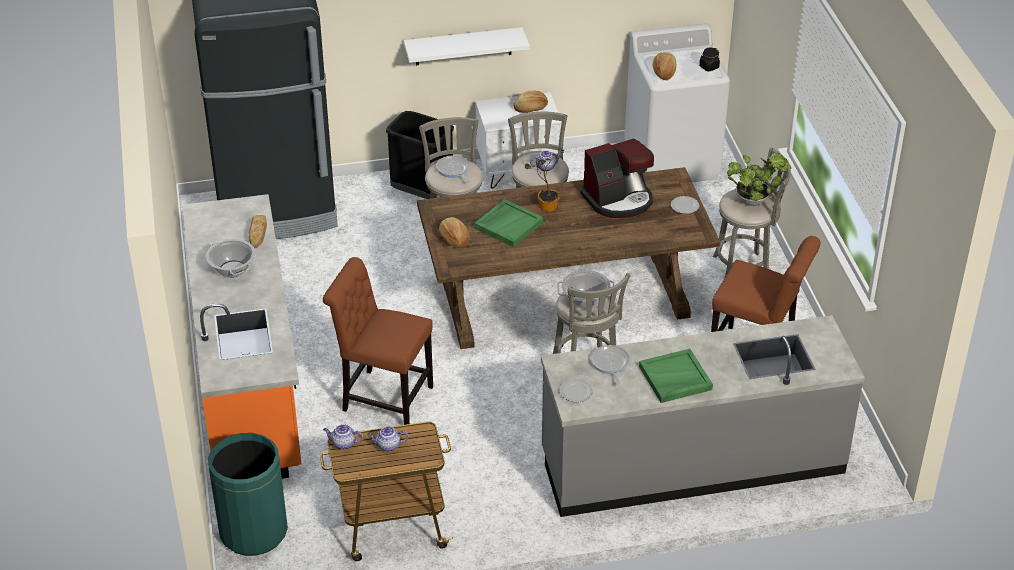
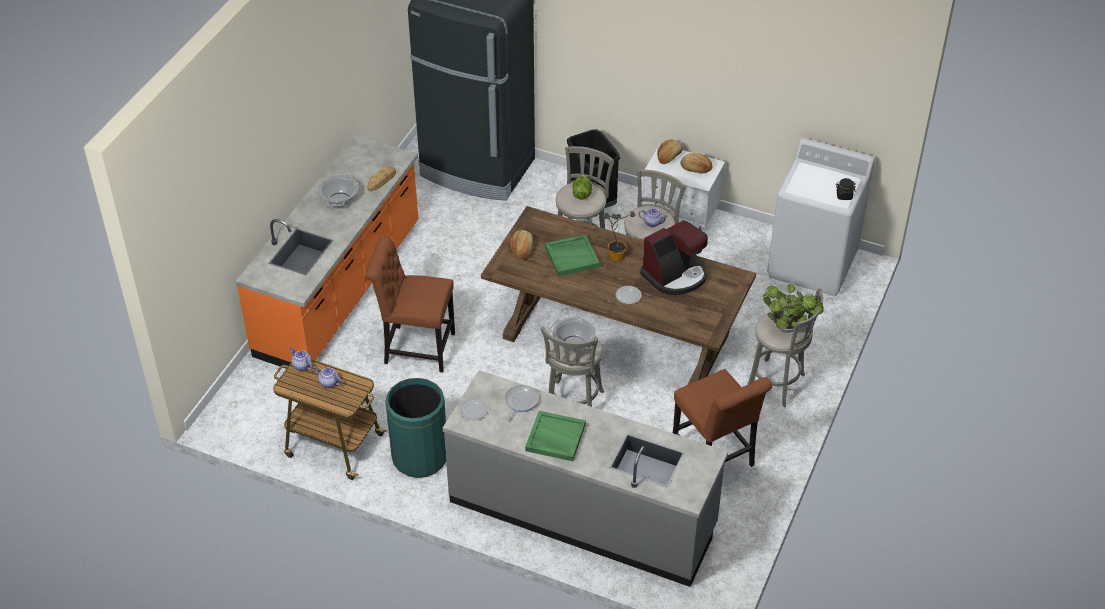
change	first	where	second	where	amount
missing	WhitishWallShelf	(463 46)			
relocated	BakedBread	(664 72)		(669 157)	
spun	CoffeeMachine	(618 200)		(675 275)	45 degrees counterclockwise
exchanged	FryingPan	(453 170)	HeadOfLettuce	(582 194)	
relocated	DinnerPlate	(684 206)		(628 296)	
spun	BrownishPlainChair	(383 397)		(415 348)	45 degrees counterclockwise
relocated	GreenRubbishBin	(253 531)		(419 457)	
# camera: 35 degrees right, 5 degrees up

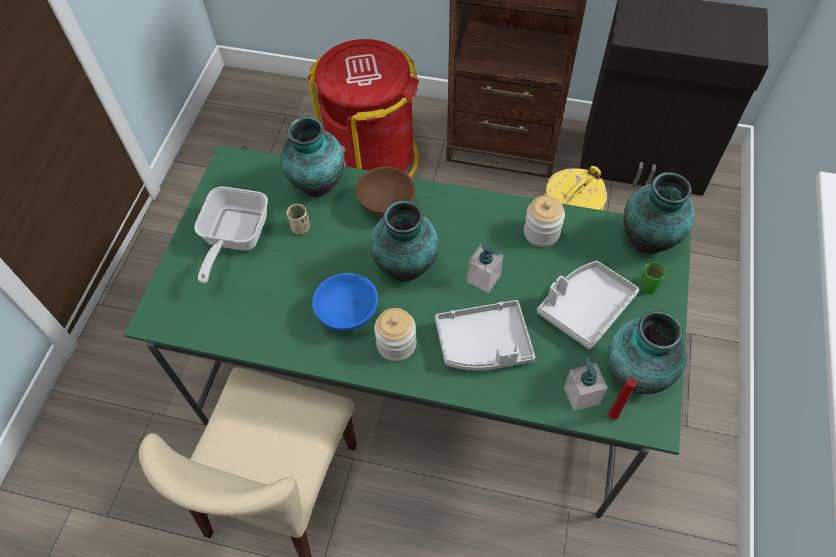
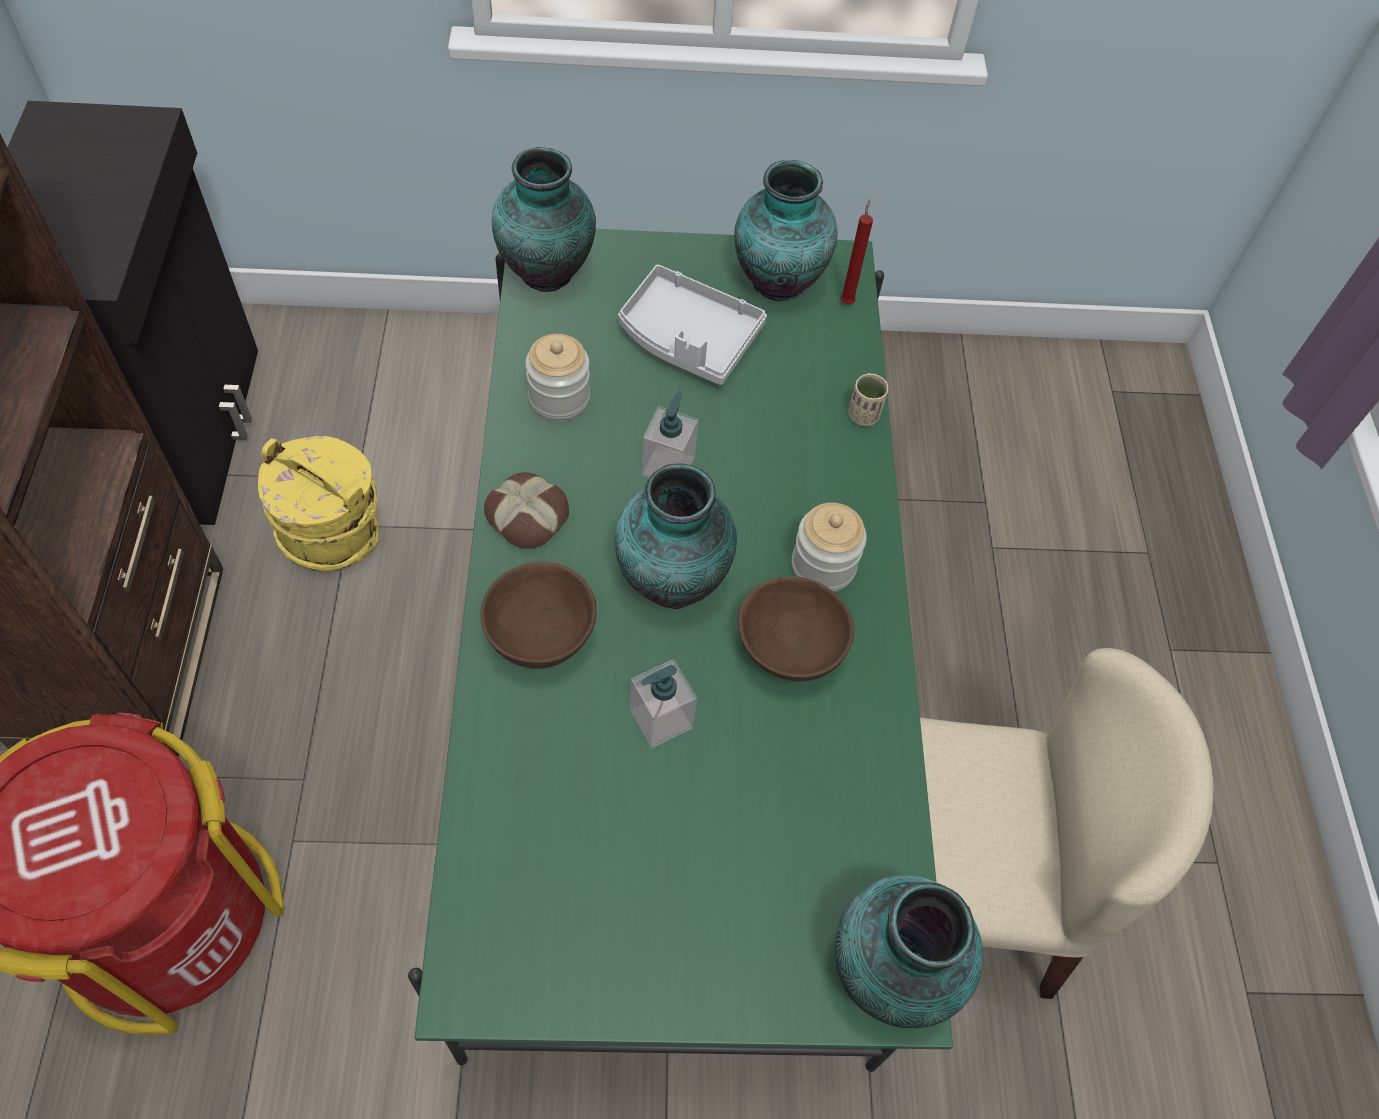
change	first	where	second	where	amount
relocated	DecorativeVase	(317 185)		(893 973)	
missing	FryingPan	(233 239)			
relocated	BeigeColouredSmallCup	(300 228)		(863 416)	
missing	GreenSmallCup	(647 286)			
colour	BlueColouredDeepDish	(347 313)	BrownishDeepDish	(788 650)	
missing	GreyishServingTray	(484 344)			
relocated	SoapBottle	(581 395)		(660 719)	
appeared			BakedBread	(528 515)	
# camera: 110 degrees left, 0 degrees up

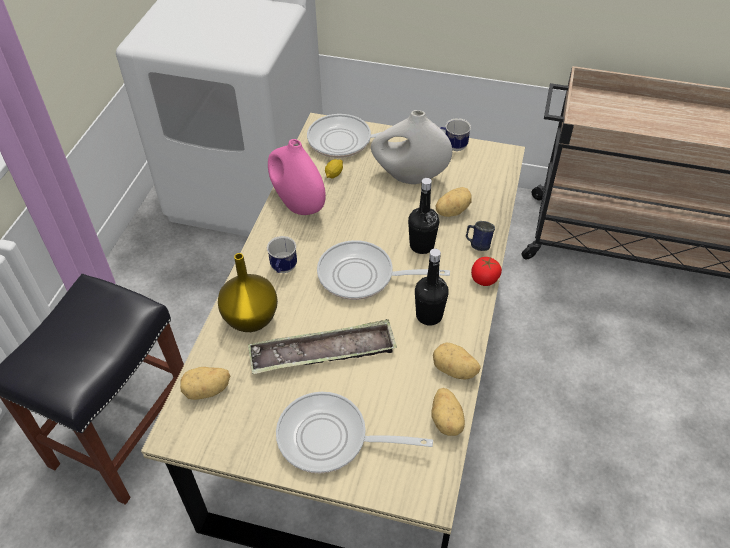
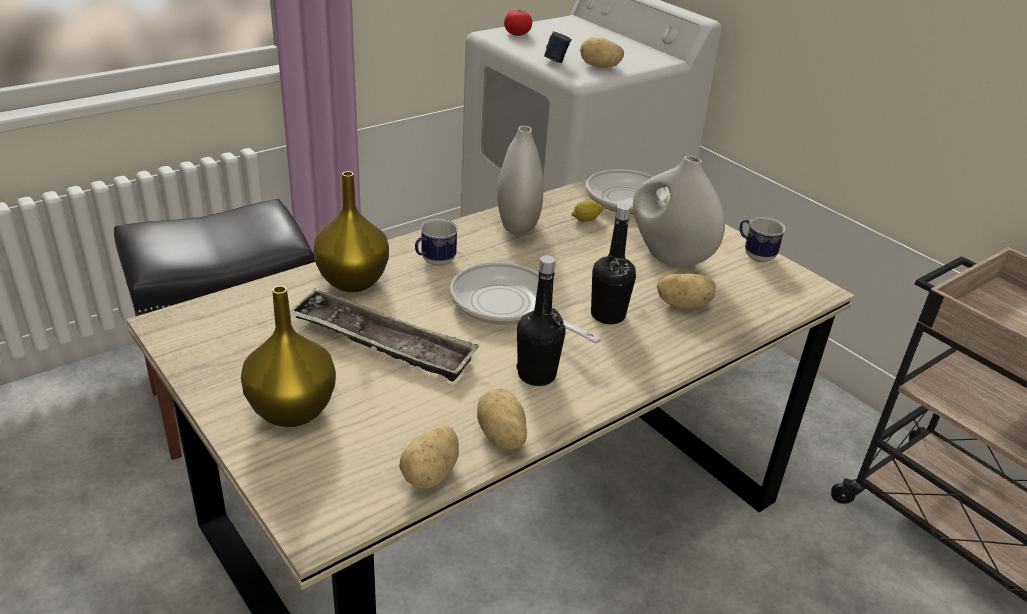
change	first	where	second	where	amount
colour	PinkColouredDecorativeVase	(298 204)	WhitishDecorativeVase	(517 224)	
relocated	BlueColouredTeaMug	(477 244)		(554 60)	
relocated	Tomato	(484 279)		(517 34)	
relocated	Spud	(207 391)		(599 66)	
exchanged	FryingPan	(330 438)	YellowishDecorativeVase	(292 412)	
# camera: 35 degrees right, 15 degrees down

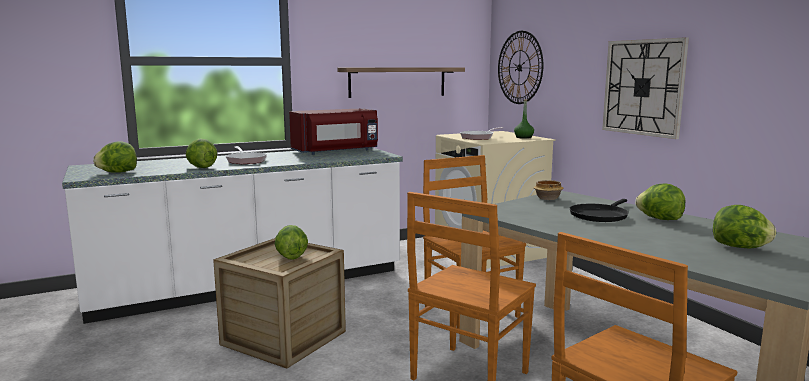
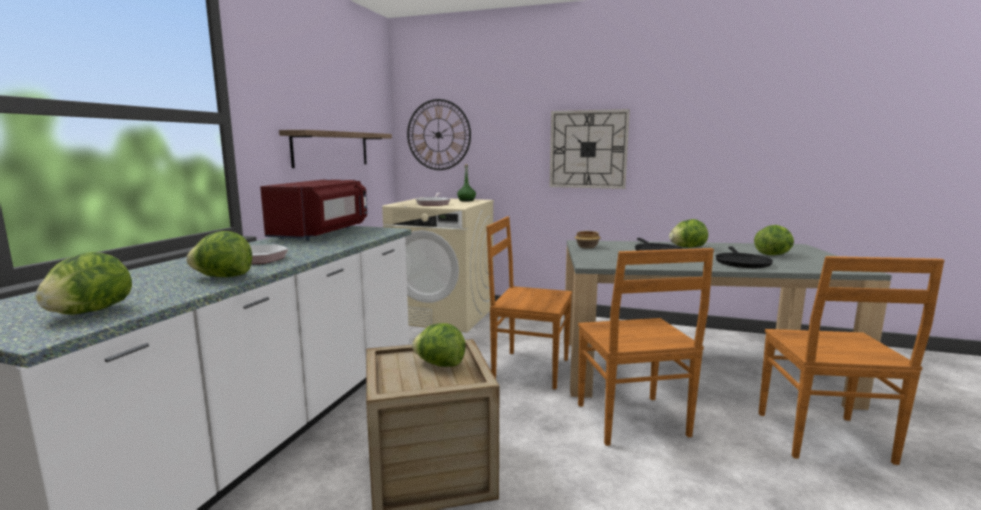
change	first	where	second	where	amount
appeared			BlackishFryingPan	(741 263)	
# camera: 45 degrees left, 0 degrees up

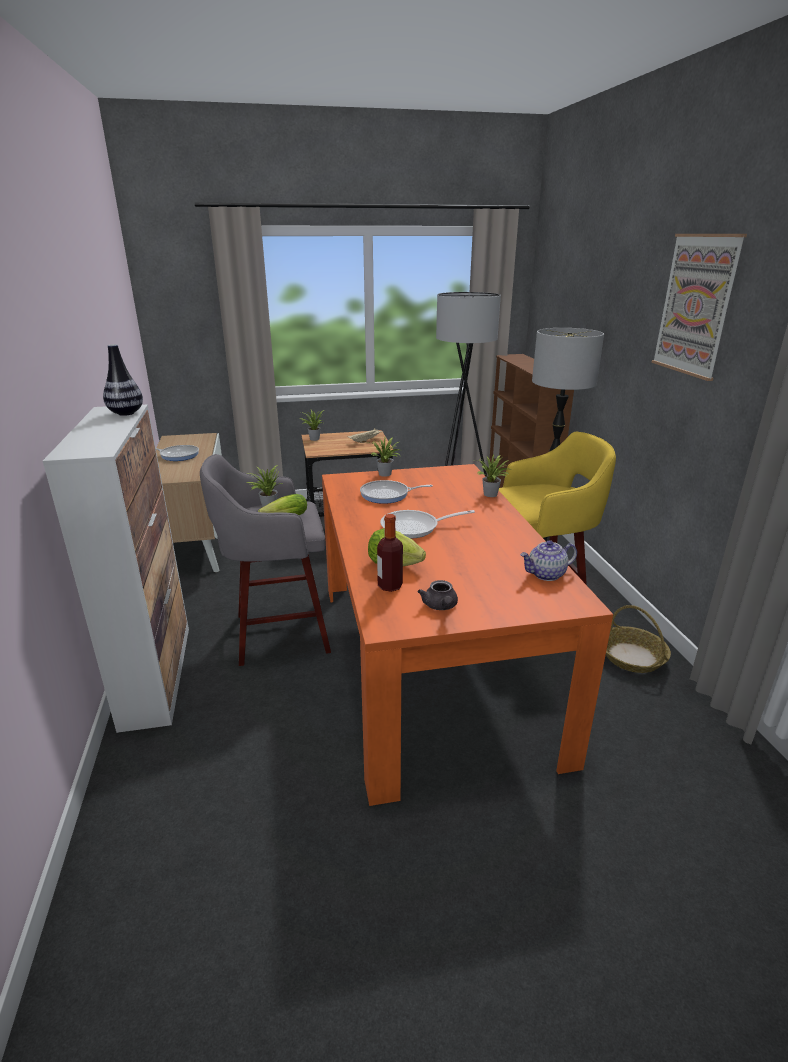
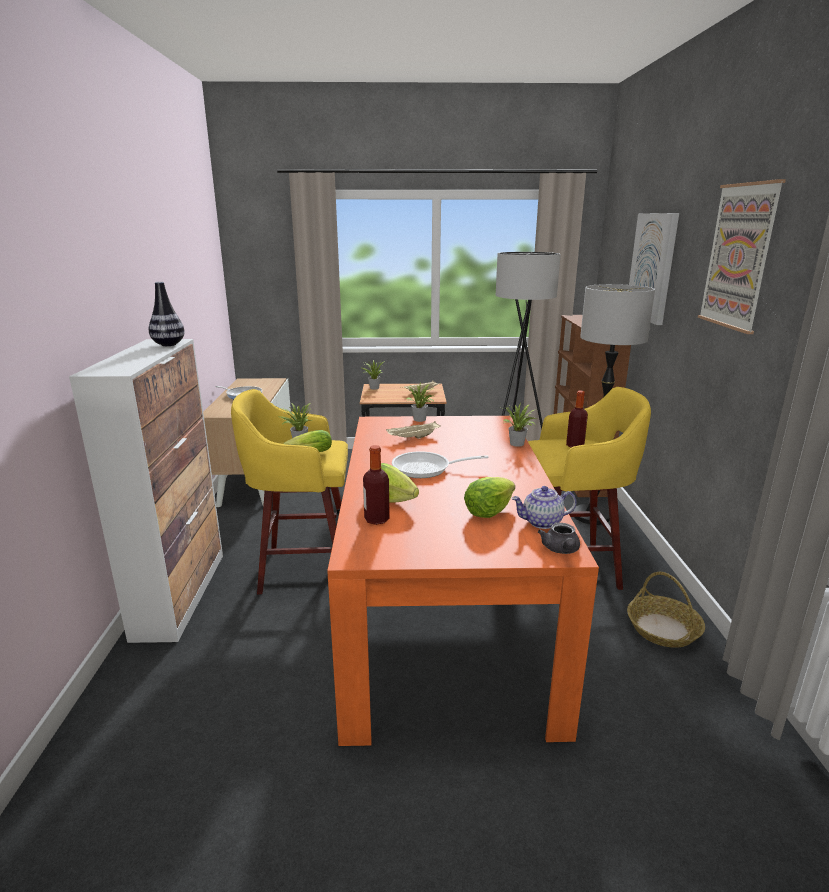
change	first	where	second	where	amount
colour	GreyishStool	(278 633)	YellowishStool	(303 568)	
exchanged	FryingPan	(387 495)	BeigeColouredServingTray	(413 438)	
relocated	GreyishPotForTea	(440 606)		(561 550)	
appeared			Picture	(652 267)	
appeared			BeverageBottle	(575 445)	
appeared			HeadOfLettuce	(488 511)	
# camera: 10 degrees right, 5 degrees down

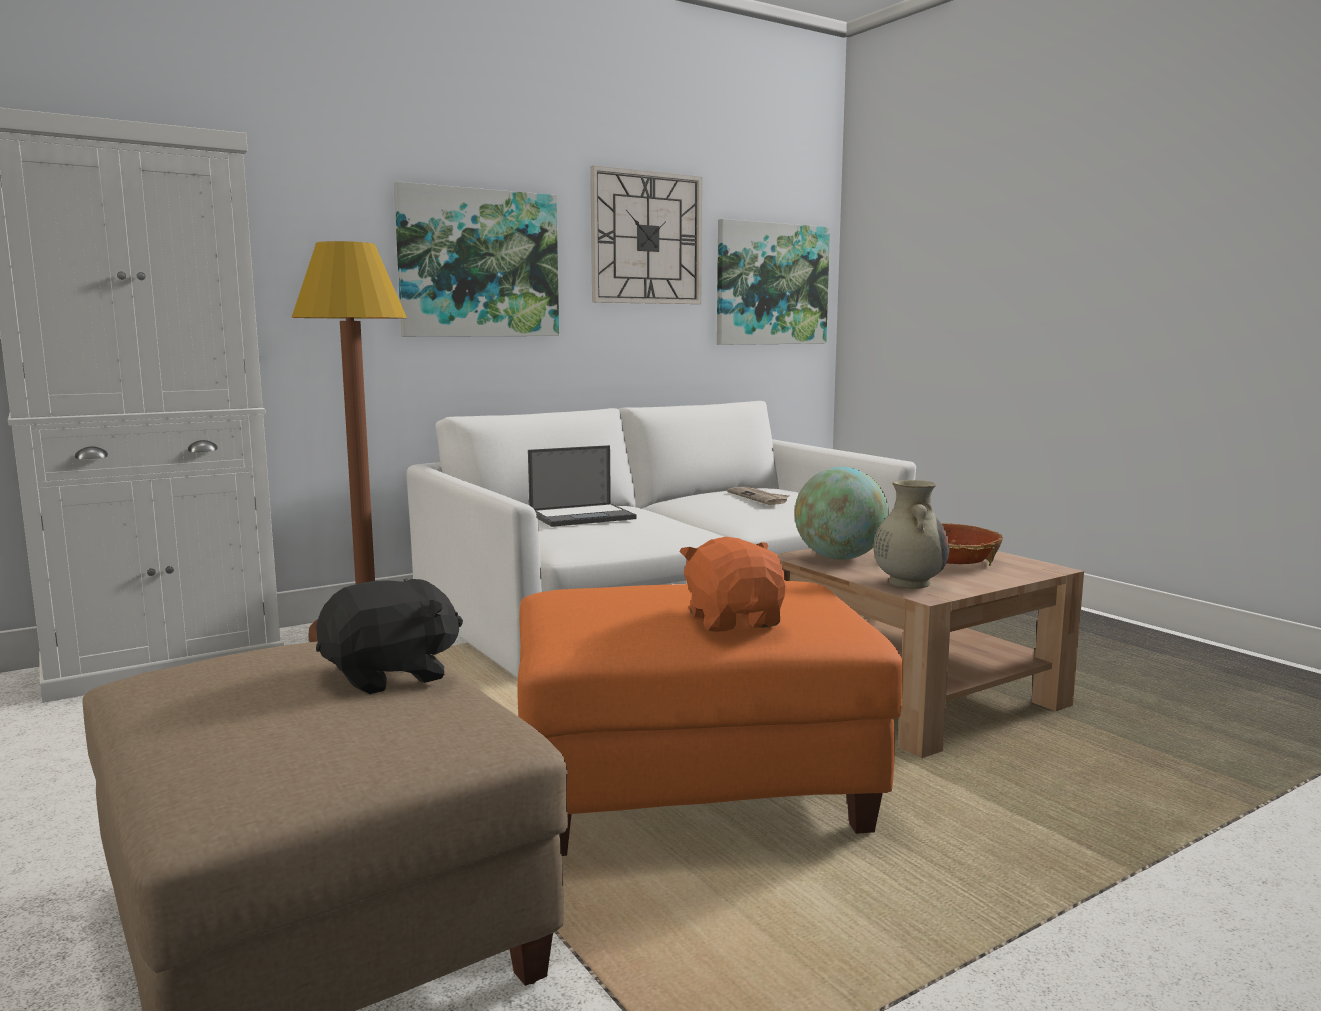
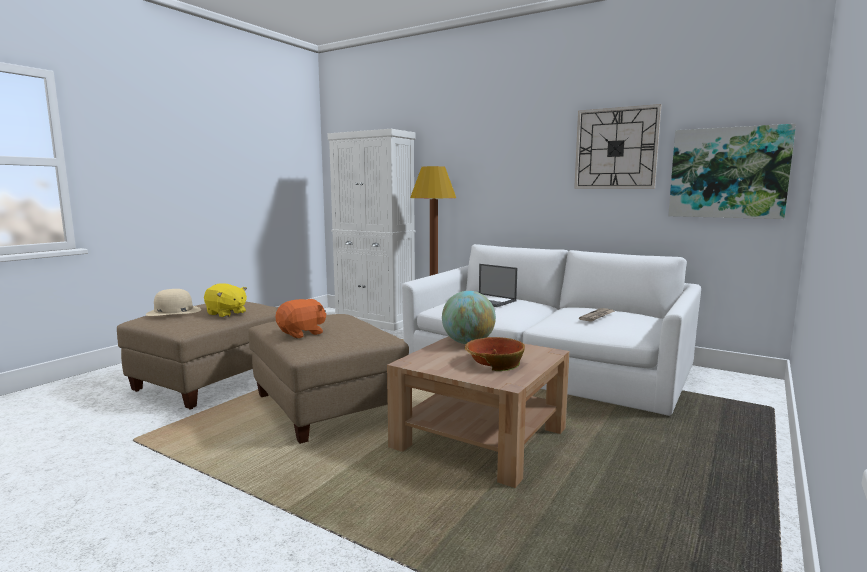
change	first	where	second	where	amount
missing	Picture	(479 263)			
missing	BeigeColouredDecorativeVase	(908 582)			
colour	BlackishCuddlyToy	(391 676)	YellowishCuddlyToy	(226 313)	
colour	OrangePouffe	(690 788)	BeigeColouredPouffe	(326 407)	
appeared			BeigeColouredHat	(173 311)	
# camera: 65 degrees right, 0 degrees up

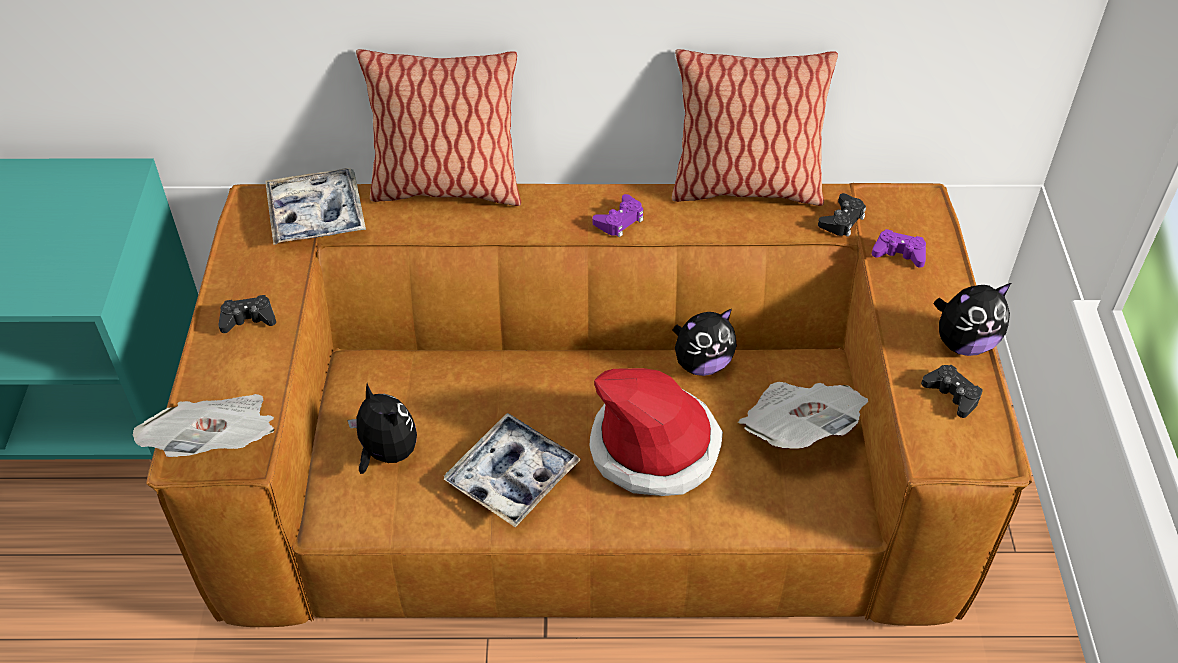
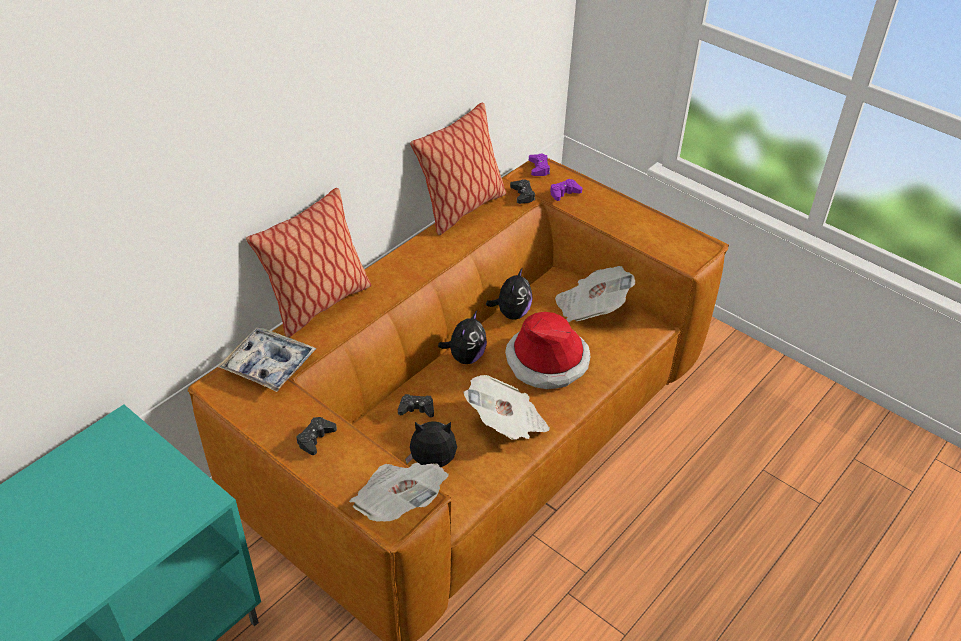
change	first	where	second	where	amount
relocated	PurpleColouredGameController	(620 220)		(539 168)	
relocated	CuddlyToy	(964 343)		(465 357)	
relocated	BlackishGameController	(952 394)		(416 409)	
exchanged	ServingTray	(512 476)	PrintedPaper	(506 423)	
# camera: 50 degrees left, 5 degrees down

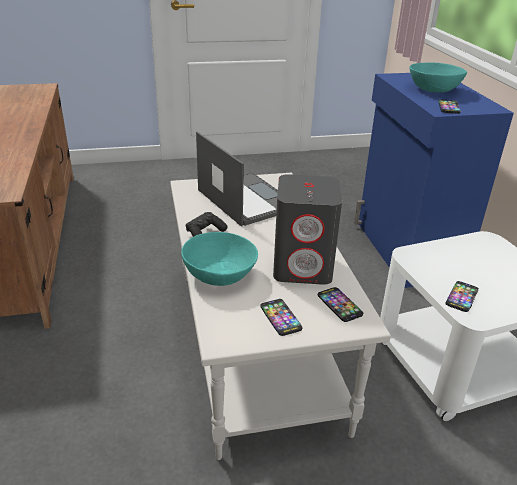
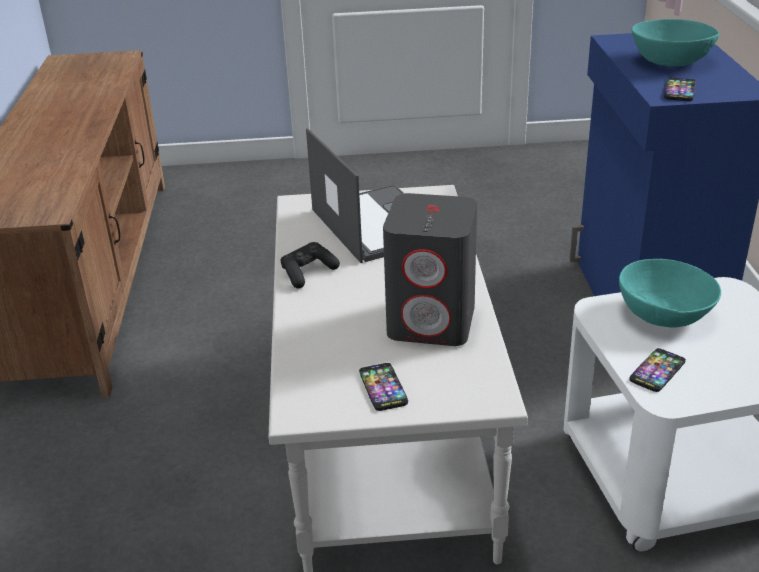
change	first	where	second	where	amount
relocated	TurquoiseDeepDish	(220 274)		(664 314)	
missing	Phone	(339 305)			
# camera: 10 degrees right, 0 degrees up

